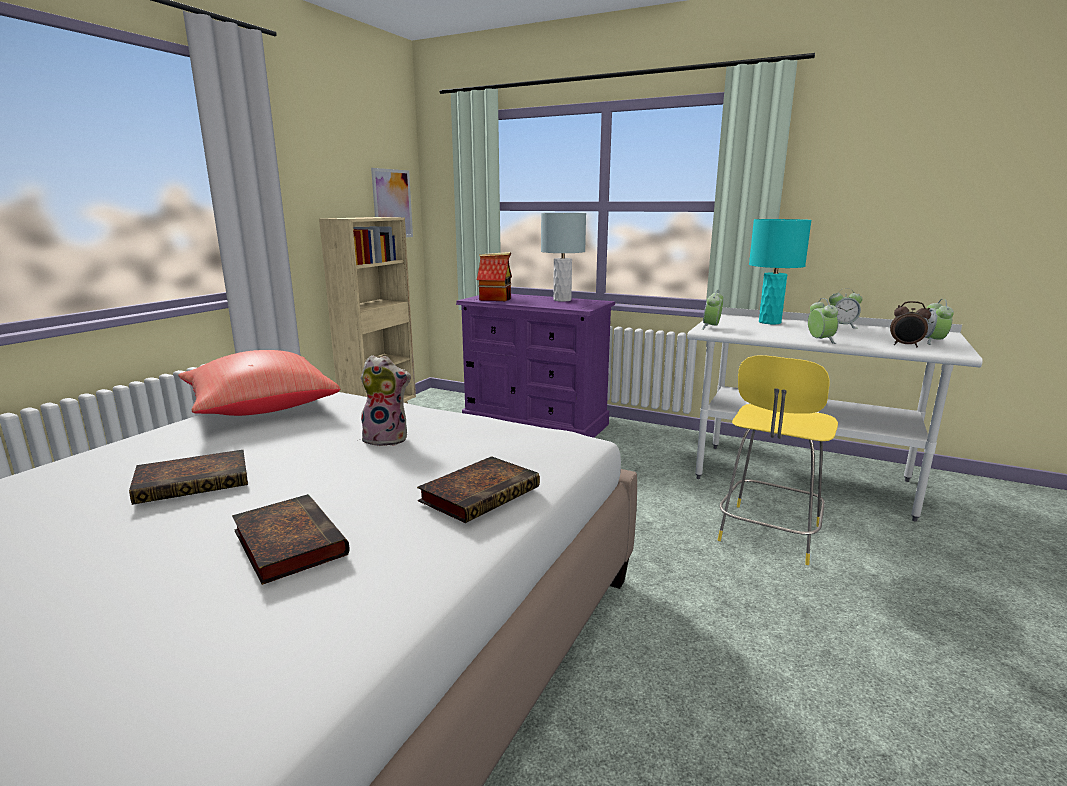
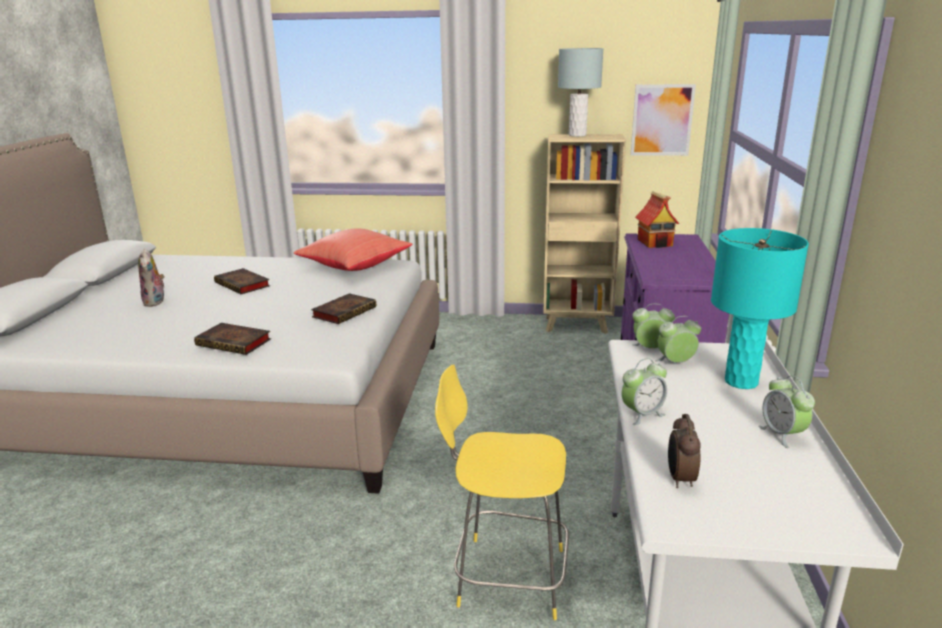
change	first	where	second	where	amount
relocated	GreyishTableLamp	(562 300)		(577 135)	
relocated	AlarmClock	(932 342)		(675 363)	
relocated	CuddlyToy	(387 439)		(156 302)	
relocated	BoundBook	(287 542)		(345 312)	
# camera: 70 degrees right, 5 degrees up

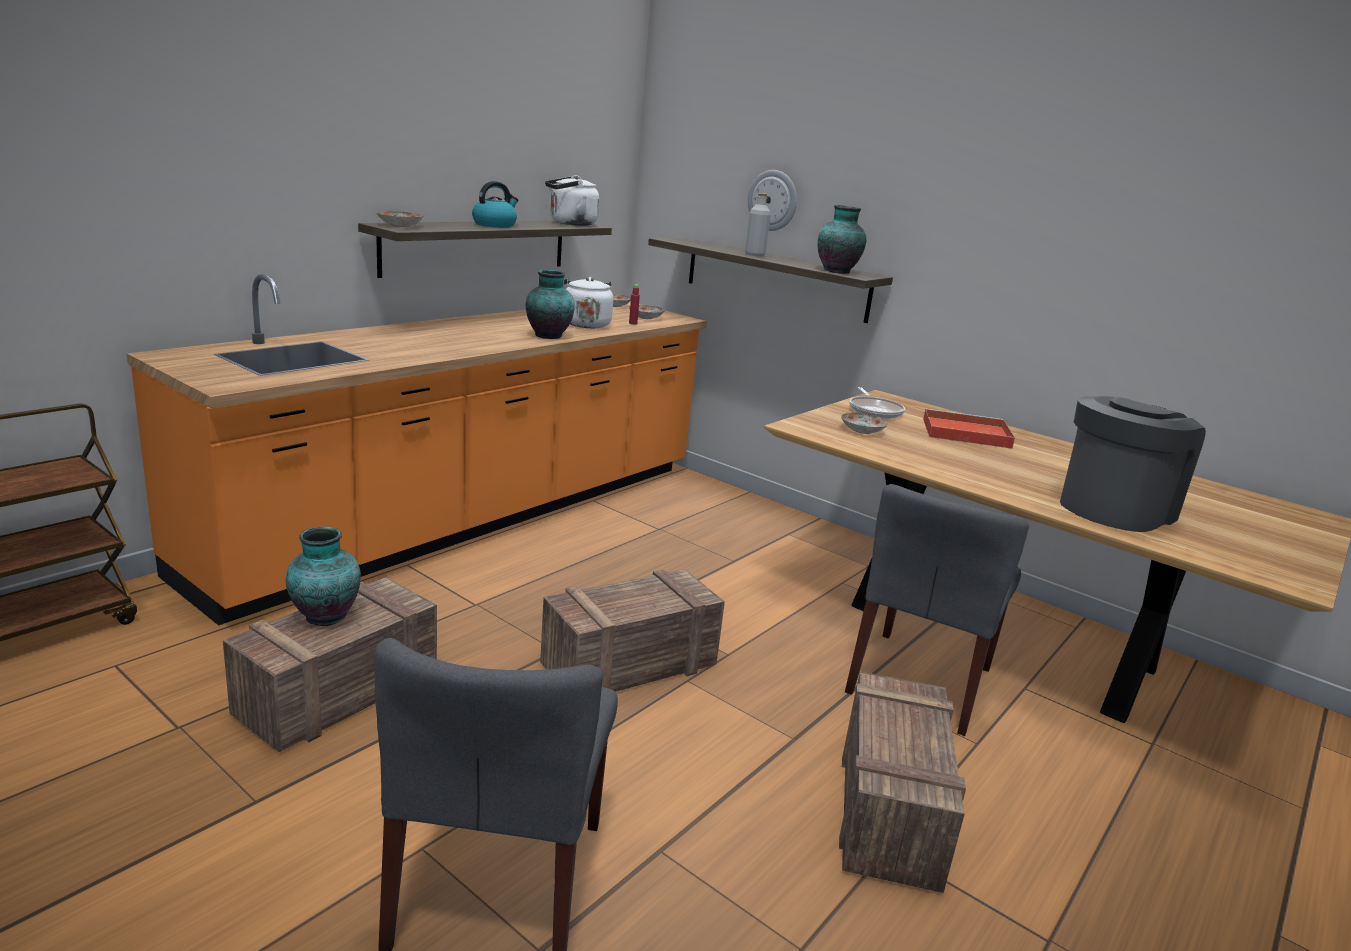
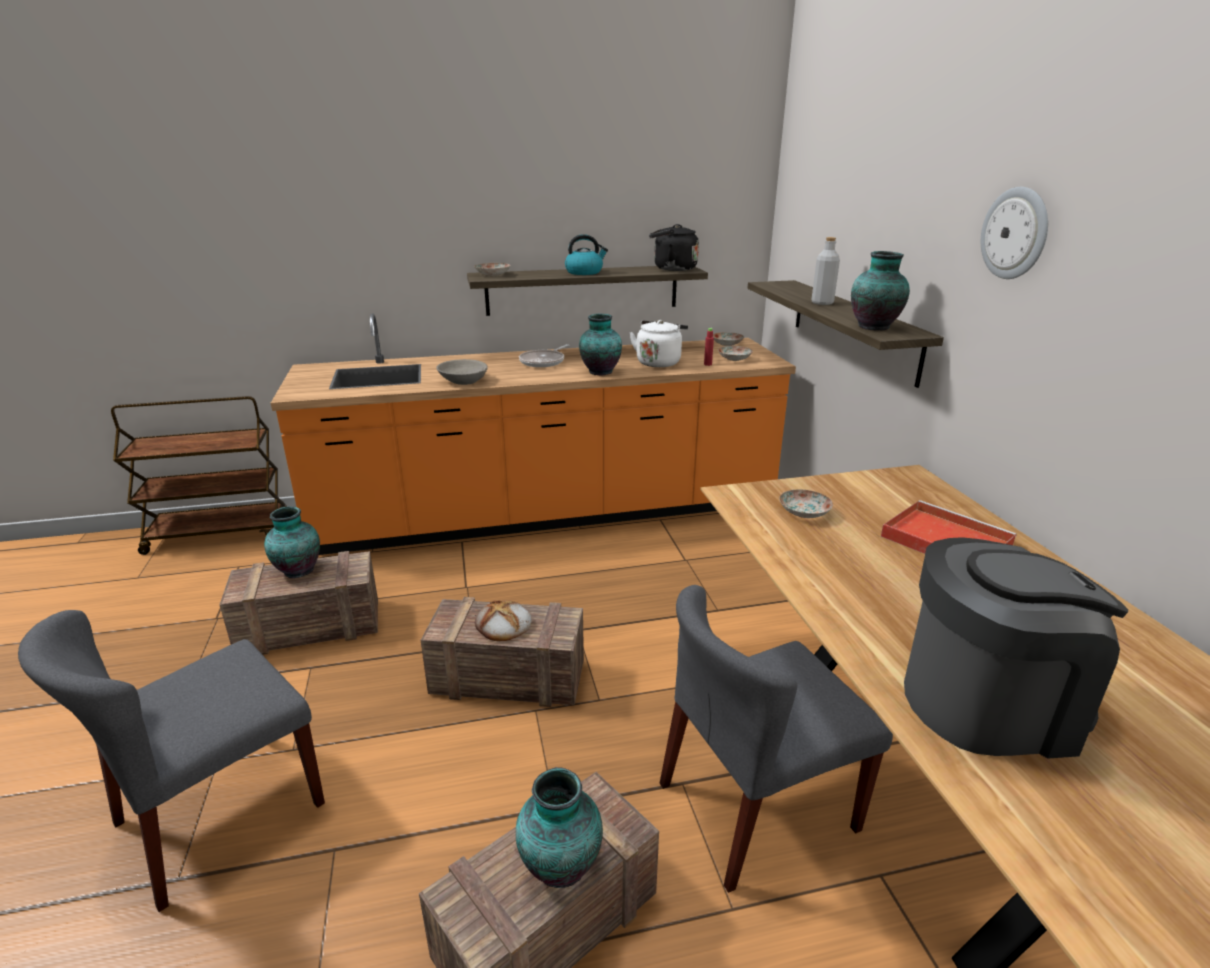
change	first	where	second	where	amount
relocated	HangingClock	(773 200)		(1015 233)	
colour	WhitishTeaKettle	(570 223)	BlackishTeaKettle	(672 269)	
relocated	FryingPan	(874 411)		(544 361)	
appeared			GreyishDeepDish	(463 381)	
appeared			BakedBread	(503 625)	
appeared			DecorativeVase	(559 865)	
# camera: 40 degrees right, 5 degrees up

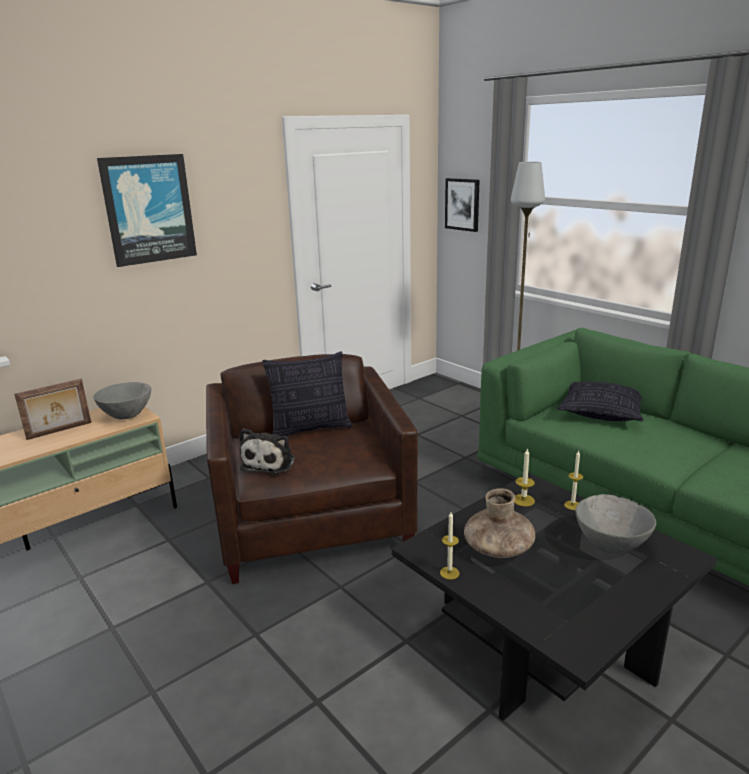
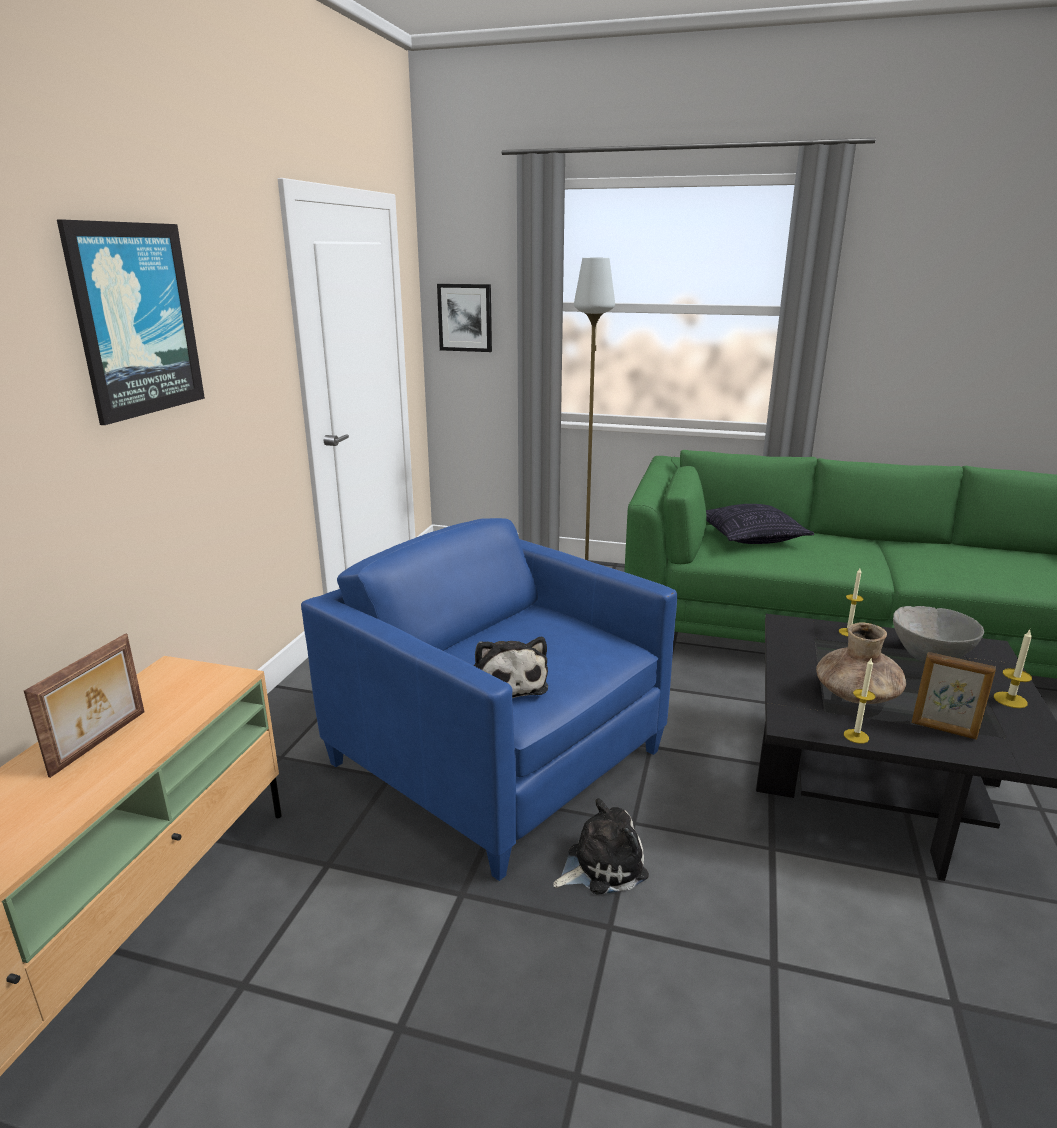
change	first	where	second	where	amount
missing	Cushion	(311 429)			
colour	BrownishLoungeChair	(312 518)	BlueColouredLoungeChair	(498 757)	
missing	GreyishDeepDish	(127 416)			
relocated	WaxCandle	(523 500)		(1010 700)	
appeared			PictureFrame	(944 730)	
appeared			CuddlyToy	(601 865)	
# camera: 35 degrees left, 0 degrees up

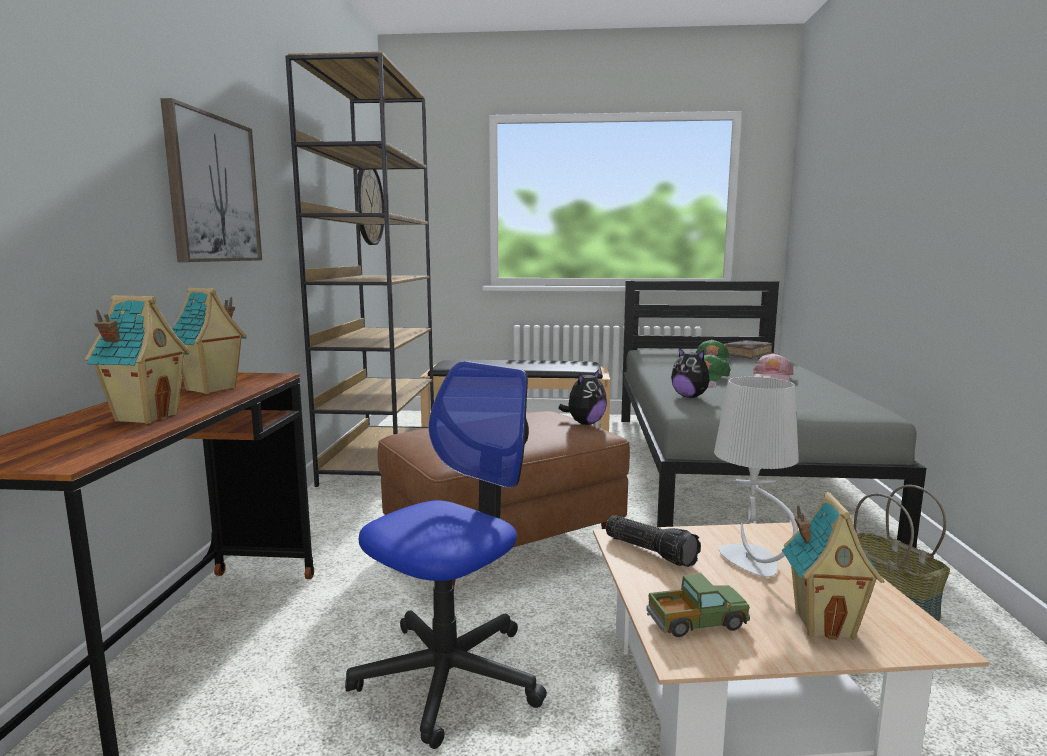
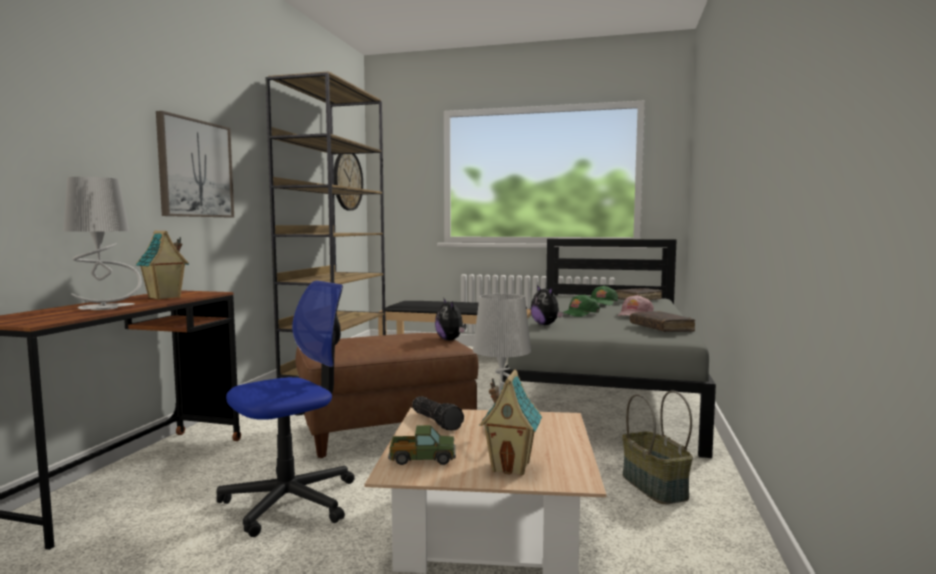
change	first	where	second	where	amount
exchanged	ModelHouse	(146 417)	GreyishTableLamp	(105 308)	
spun	CuddlyToy	(585 423)		(451 340)	105 degrees clockwise
appeared			BrownishBoundBook	(661 328)	
# camera: 10 degrees right, 5 degrees down

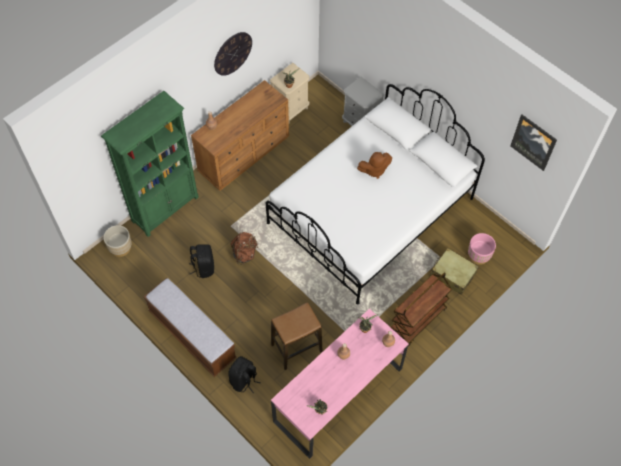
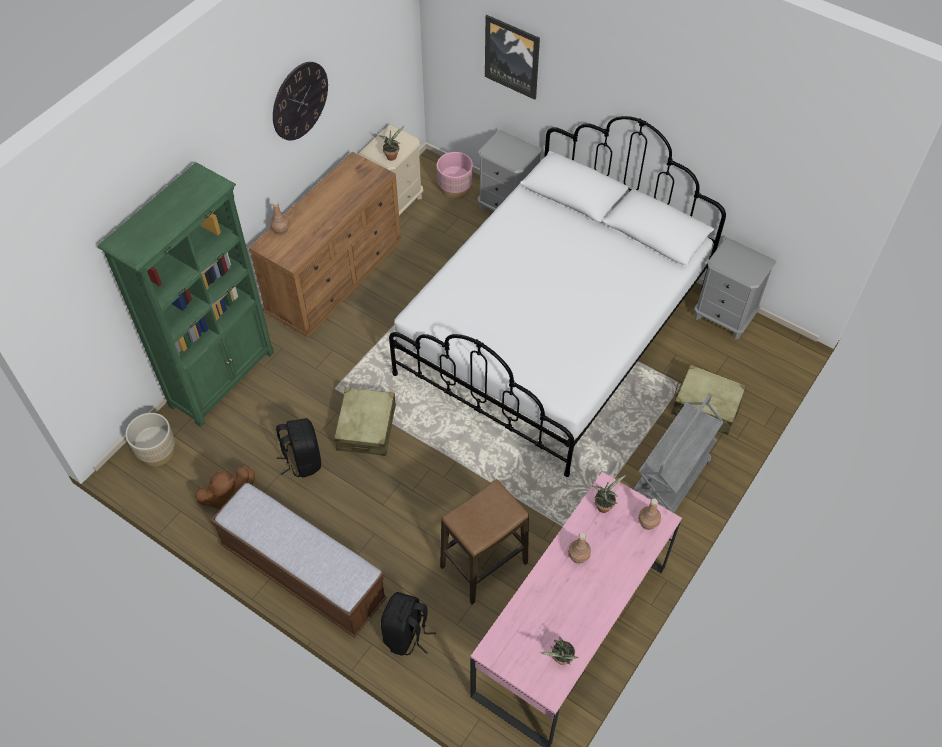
change	first	where	second	where	amount
relocated	Picture	(533 142)		(512 56)	
relocated	BrownishCuddlyToy	(374 170)		(228 498)	
exchanged	BrownishBackpack	(245 254)	BeigeColouredPieceOfLuggage	(366 428)	
relocated	PinkColouredFlowerPot	(478 255)		(455 189)	
colour	BrownishTrolley	(417 320)	GreyishTrolley	(670 486)	
appeared			GreyishNightTable	(724 316)	
# camera: 10 degrees left, 5 degrees down

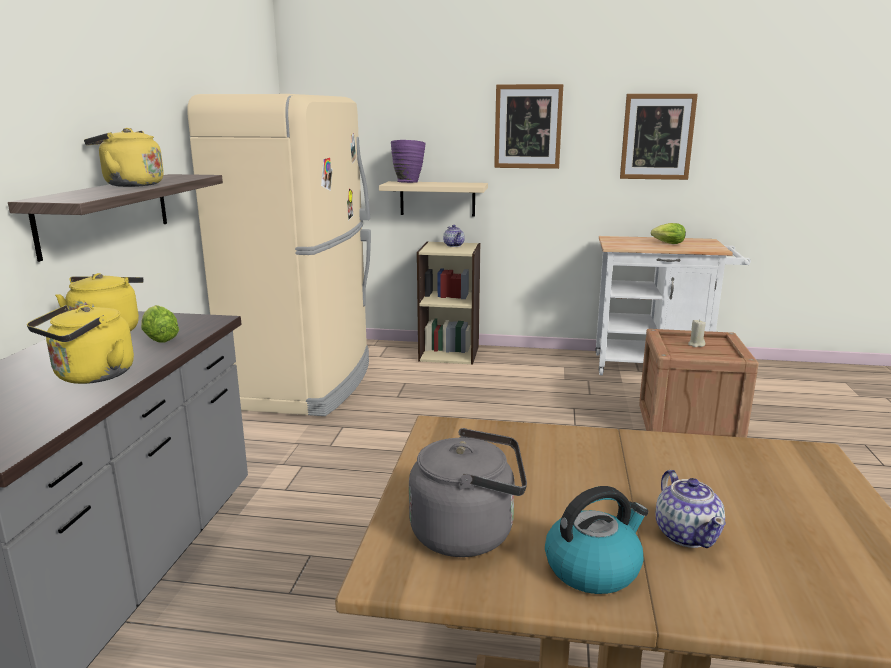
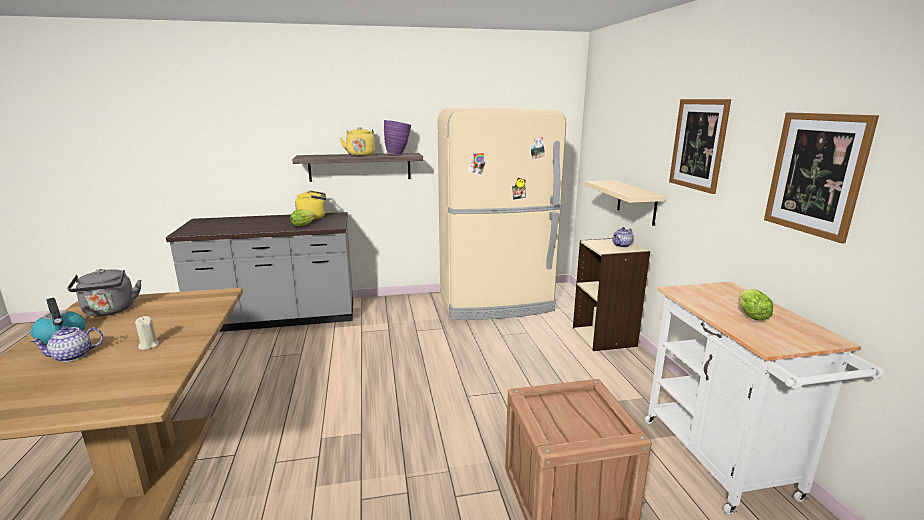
change	first	where	second	where	amount
relocated	PurpleColouredDecorativeVase	(408 183)		(399 154)	
missing	YellowishTeaKettle	(91 376)			
relocated	BeigeColouredWaxCandle	(696 344)		(148 345)	
# camera: 70 degrees right, 0 degrees up

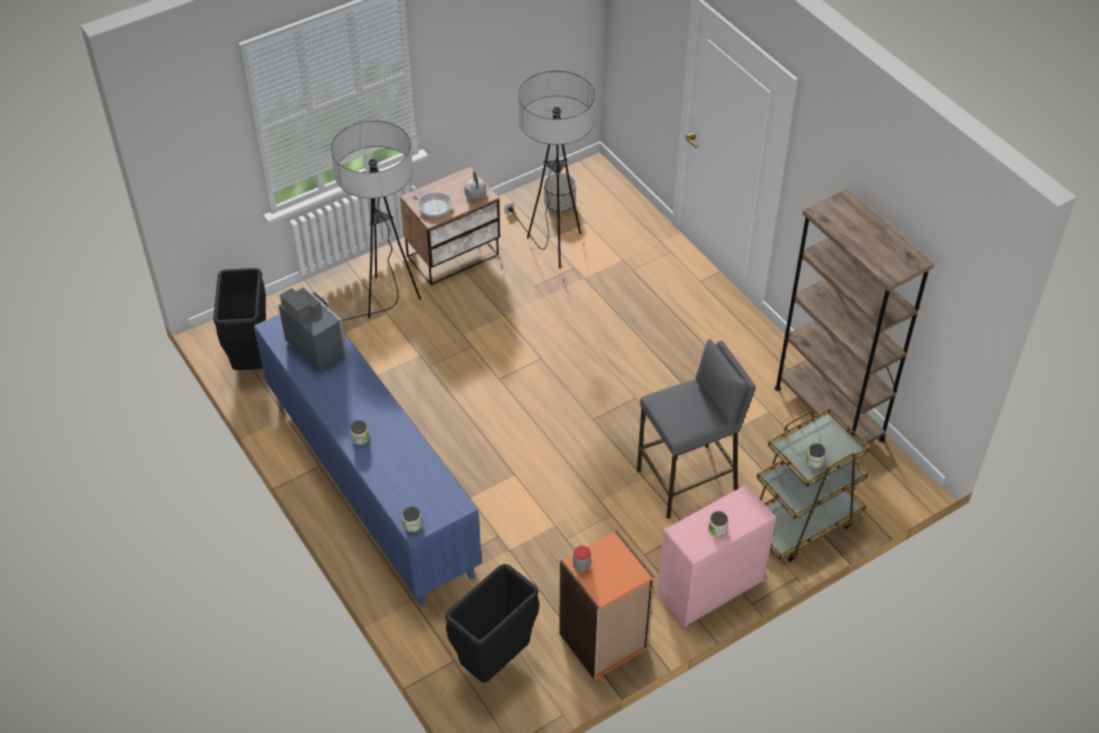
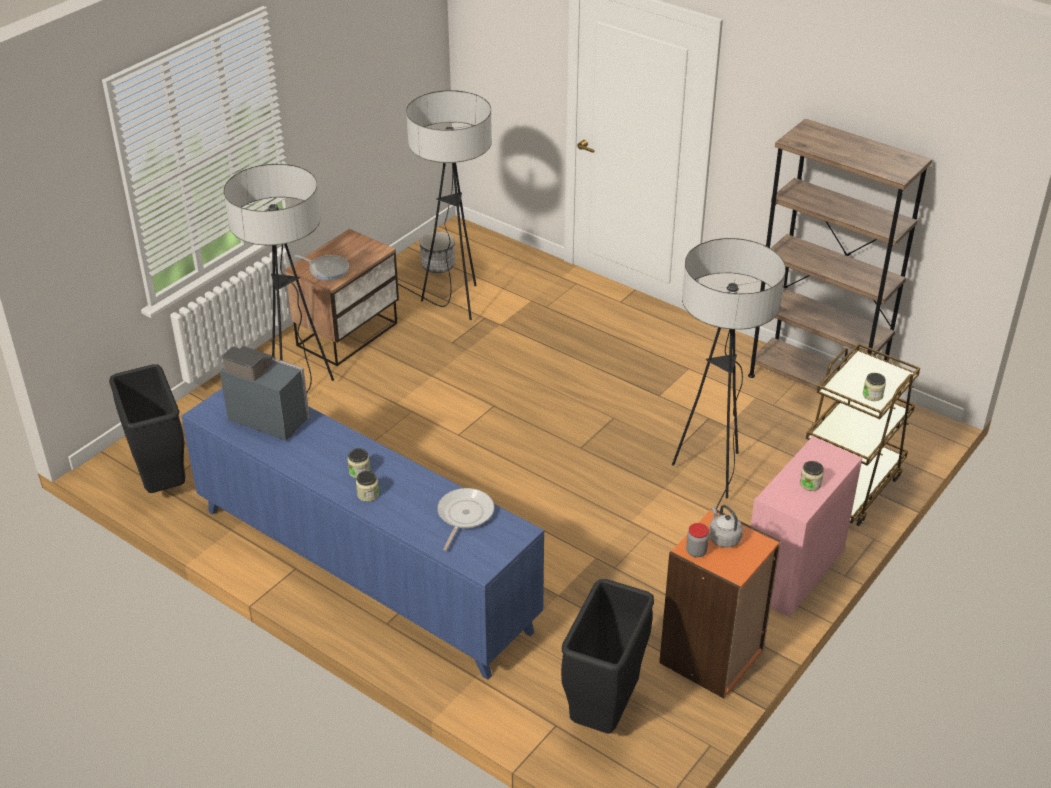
change	first	where	second	where	amount
relocated	GreyishTeaKettle	(475 193)		(723 538)	
exchanged	GreyishStool	(688 481)	StandardLamp	(711 479)	
relocated	StorageJar	(412 524)		(359 471)	
appeared			FryingPan	(464 515)	
# camera: 20 degrees left, 10 degrees down

